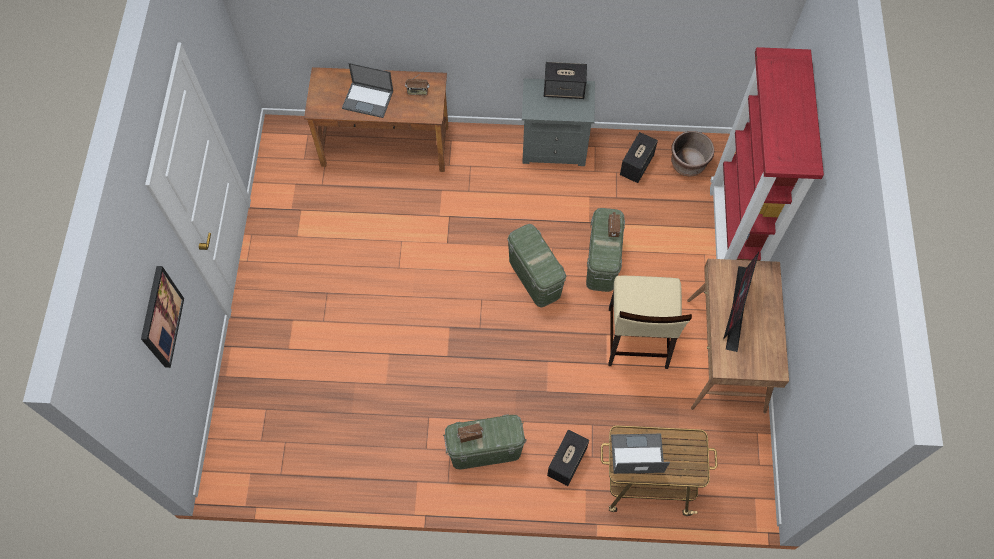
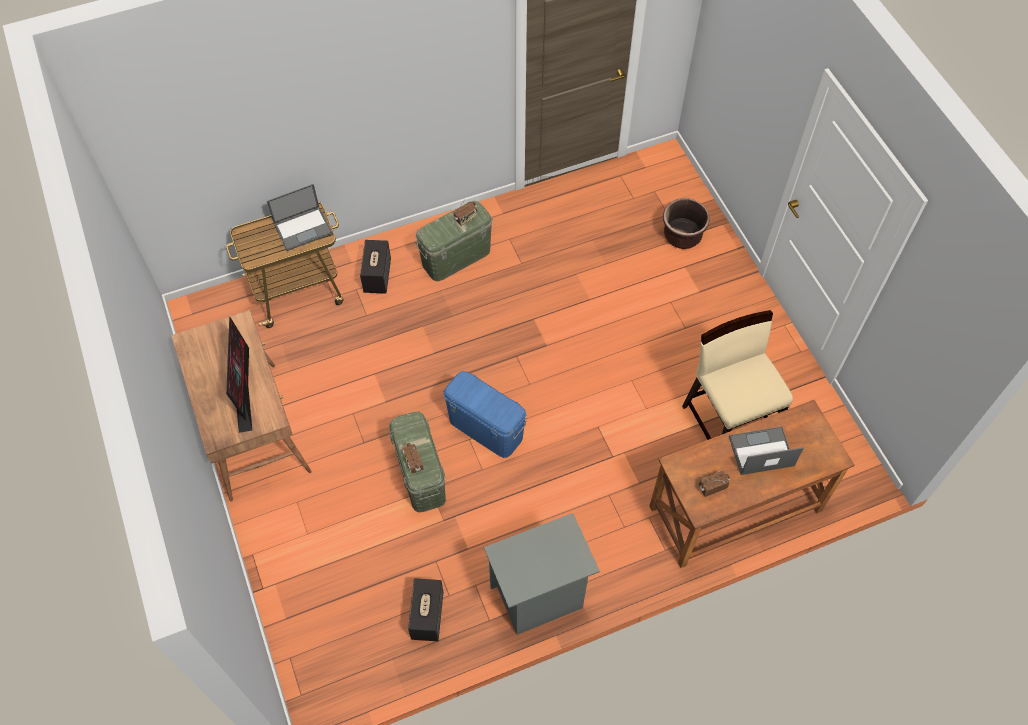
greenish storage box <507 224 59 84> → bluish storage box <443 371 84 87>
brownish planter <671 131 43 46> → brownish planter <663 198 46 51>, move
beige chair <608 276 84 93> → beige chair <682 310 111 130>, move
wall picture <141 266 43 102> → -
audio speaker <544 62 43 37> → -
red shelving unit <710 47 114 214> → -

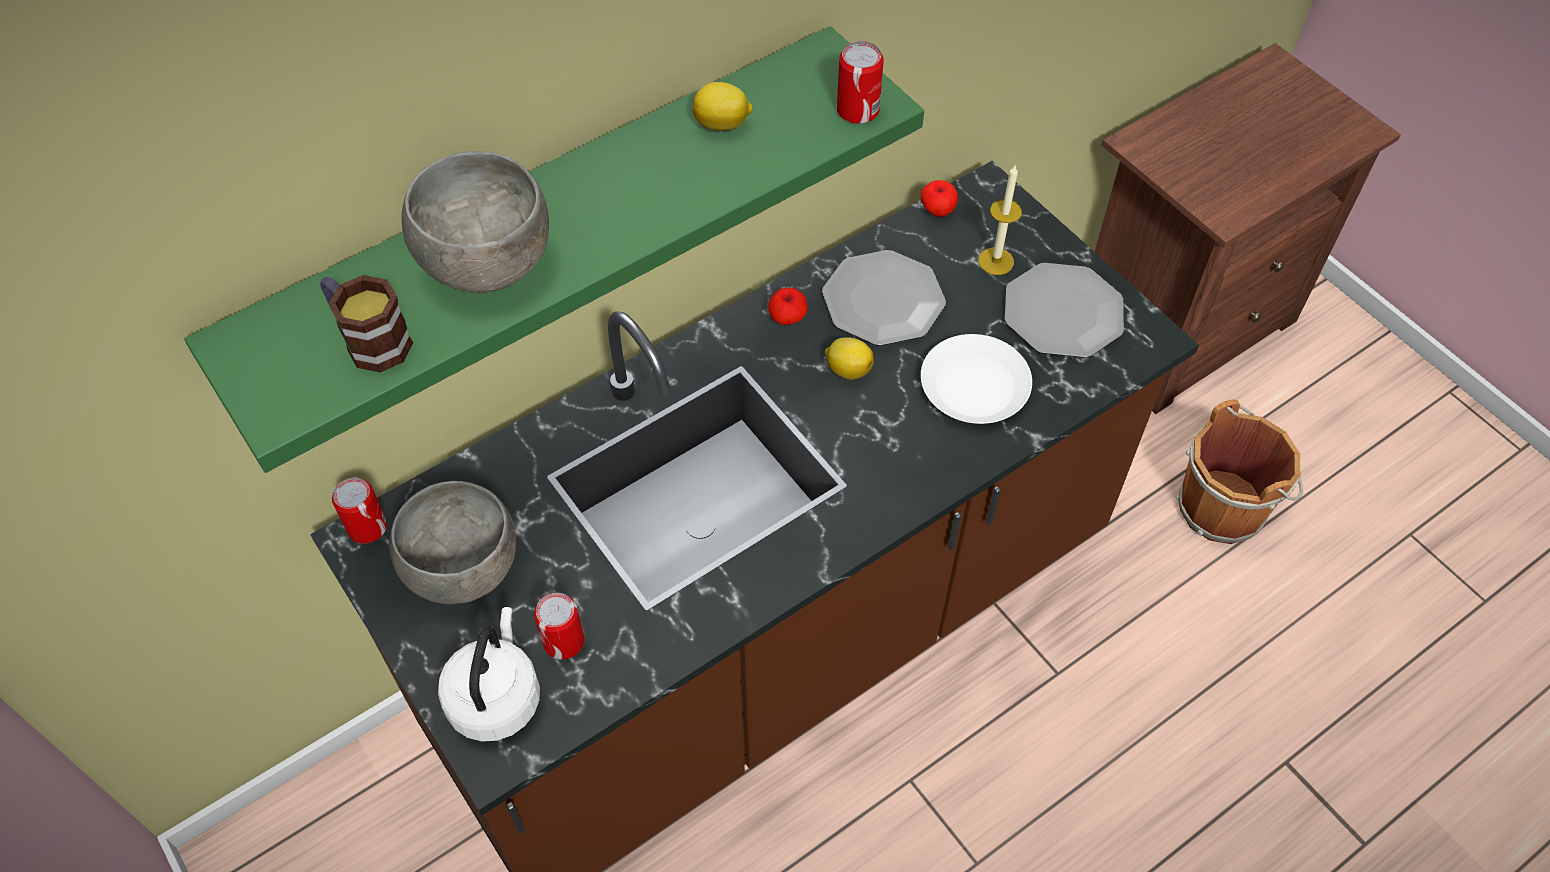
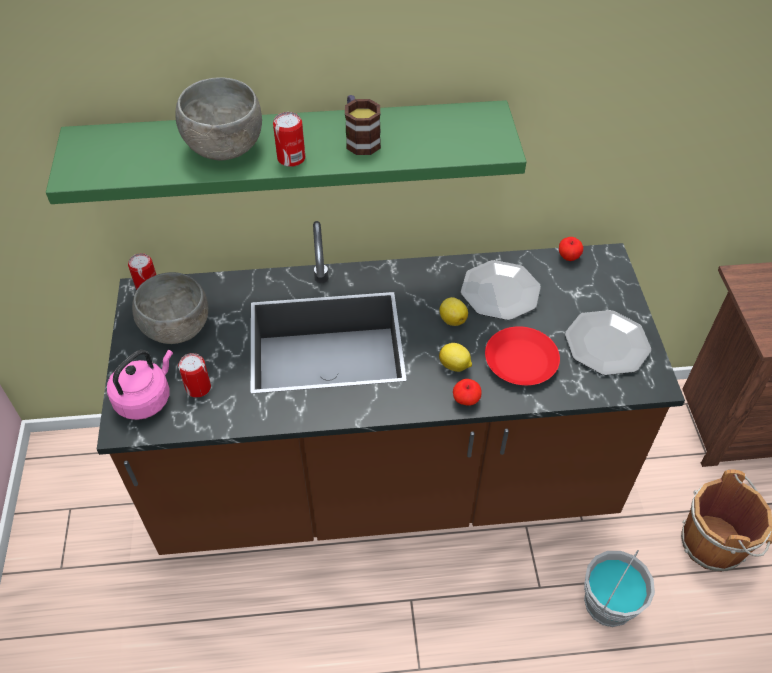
white-coloured tea kettle <438 607 102 135> → pink-coloured tea kettle <107 350 66 70>
sealed can <837 41 47 83> → sealed can <273 112 32 55>, move
mug <320 275 93 98> → mug <345 95 36 60>, move
citrus fruit <693 82 60 49> → citrus fruit <439 343 33 29>, move
whole apple <768 288 40 37> → whole apple <453 379 29 27>, move
white-coloured dinner plate <921 334 111 90> → red dinner plate <485 326 75 59>
- → grey pail <584 550 71 77>
wax light <978 165 44 110> → -

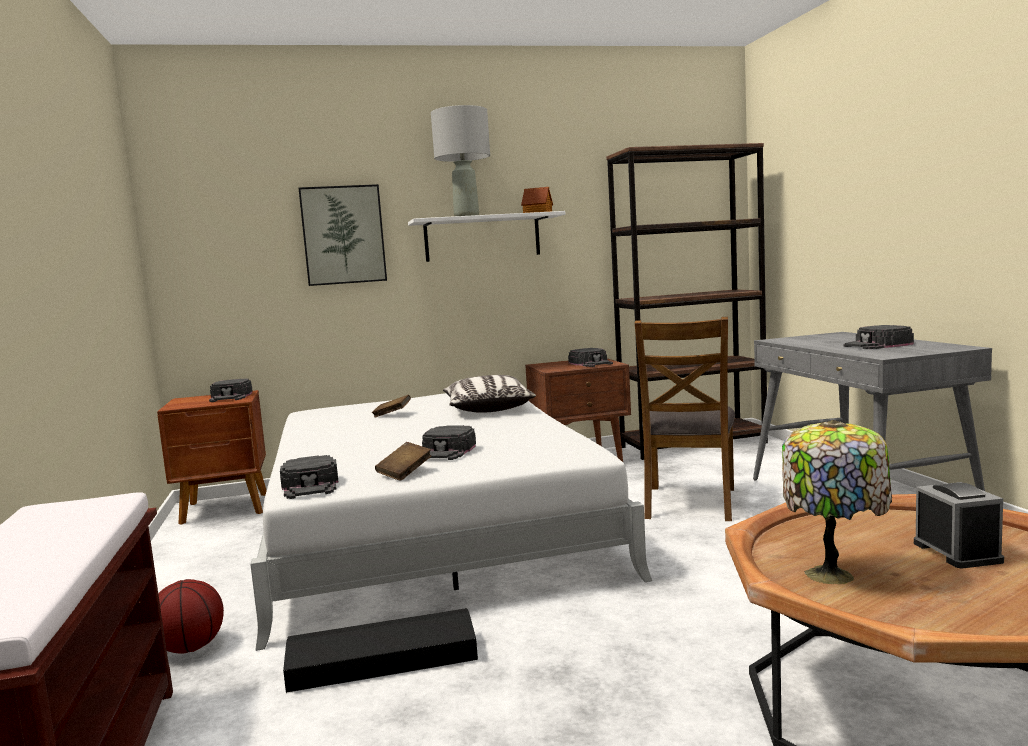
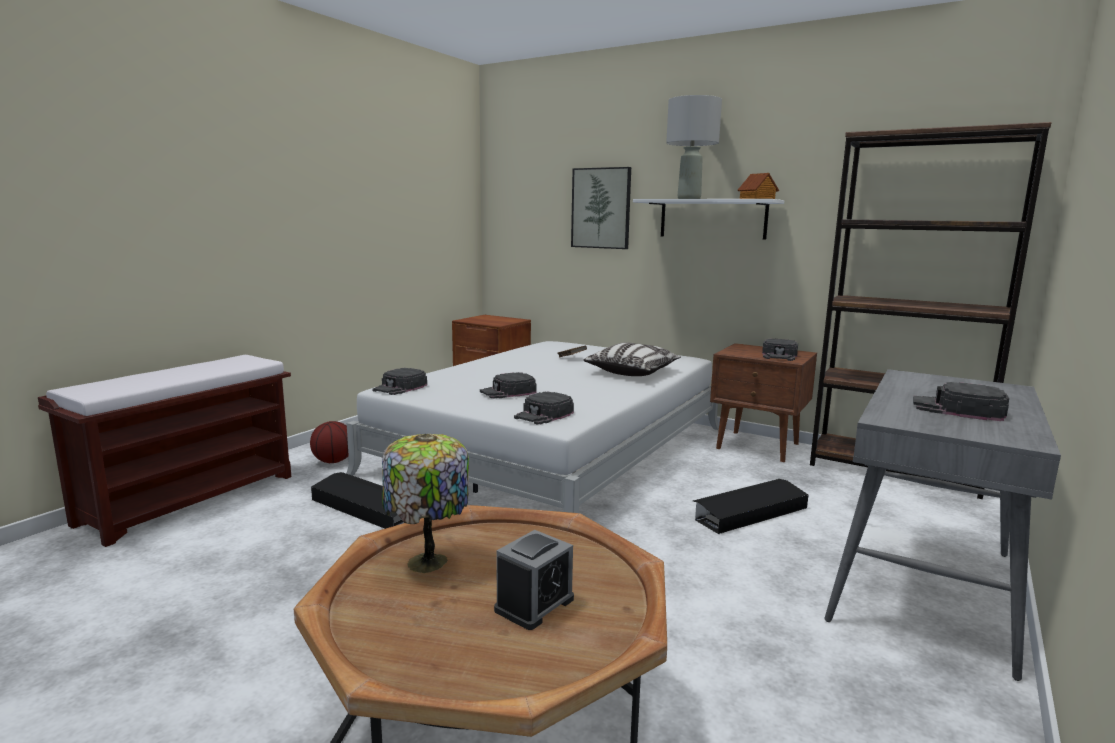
black peaked cap <209 378 43 24> → black peaked cap <514 391 60 34>, move
brownish chair <635 317 100 204> → black storage box <693 479 115 55>
brownish bound book <375 442 56 39> → -

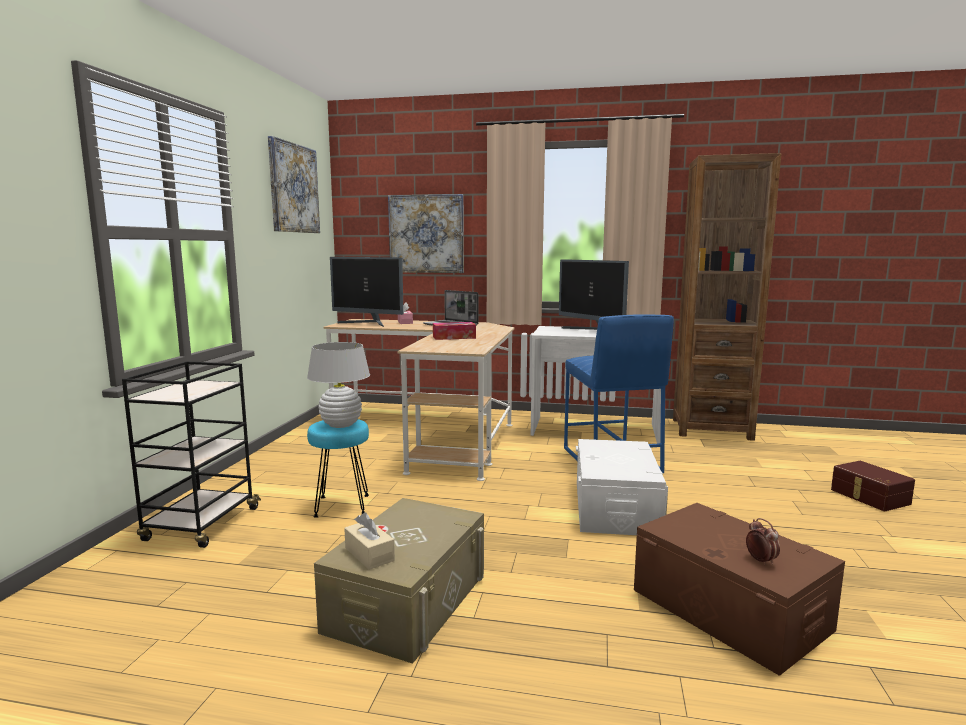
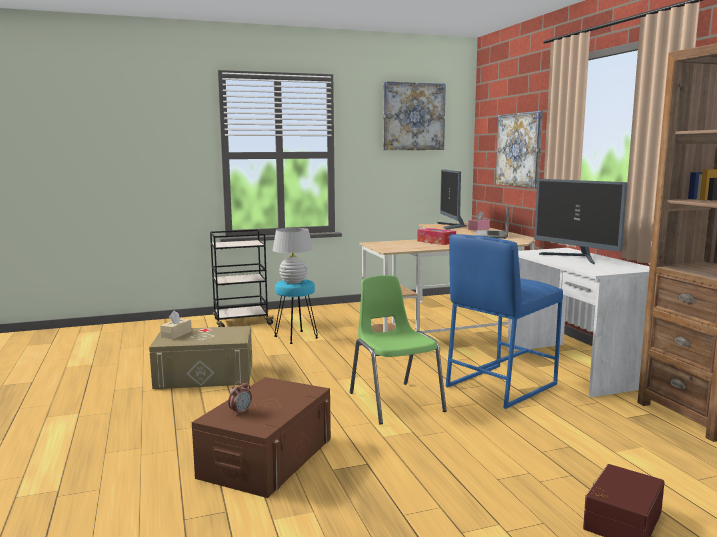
white-coloured storage box <576 439 92 96> → greenish chair <350 275 97 150>
computer display <559 259 70 71> → computer display <534 179 93 86>, 60 degrees counterclockwise

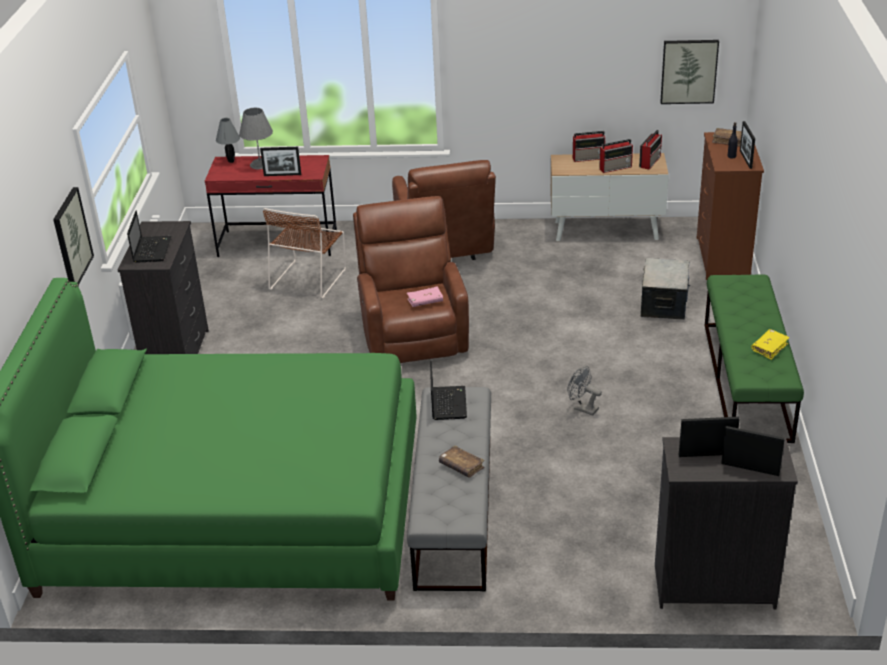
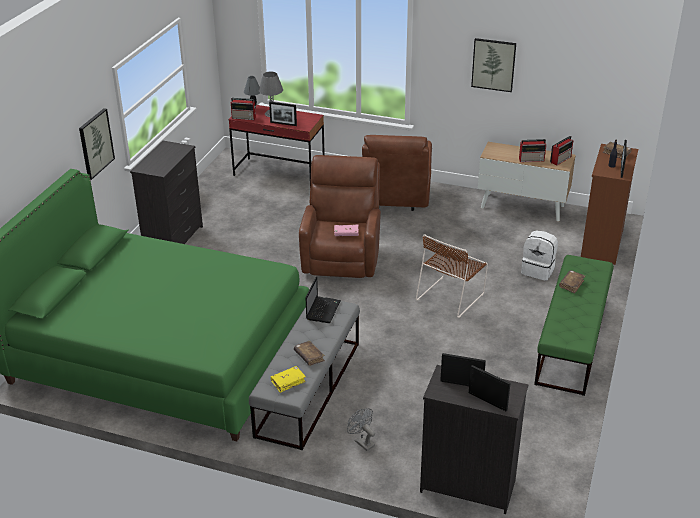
radio <573 131 33 31> → radio <231 98 25 22>, move
yellow bound book <752 329 37 31> → yellow bound book <271 366 35 27>, move
grey cooling fan <567 366 35 50> → grey cooling fan <347 408 28 43>, move
brownish chair <263 208 83 91> → brownish chair <416 234 72 84>, move
wall picture <660 40 59 64> → wall picture <471 38 45 54>, move
storage box <641 258 49 62> → white-coloured backpack <521 231 37 50>
- → brownish bound book <559 270 26 23>
laptop <127 210 44 53> → -

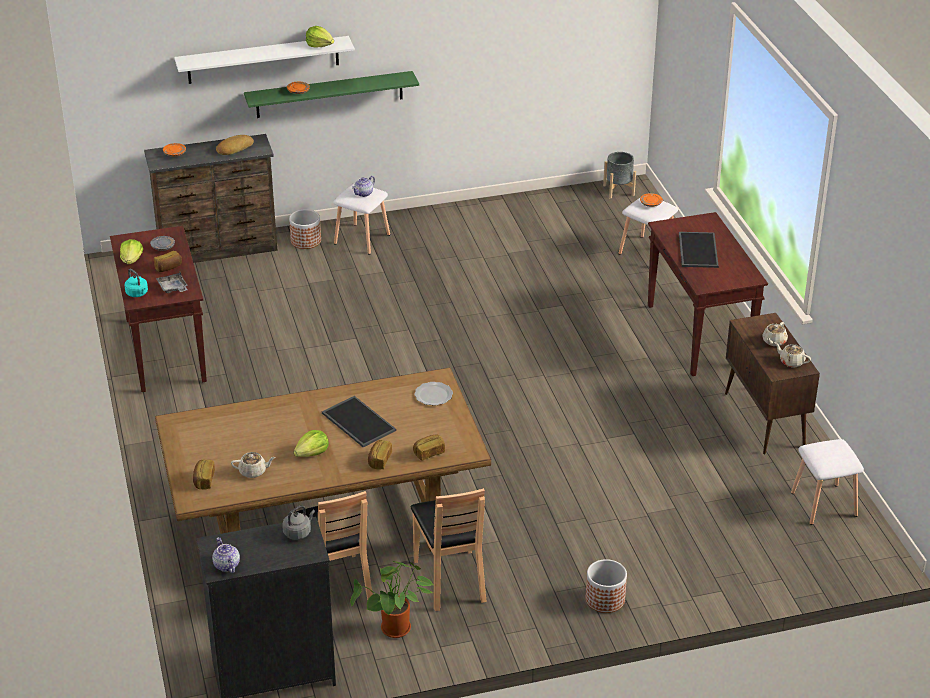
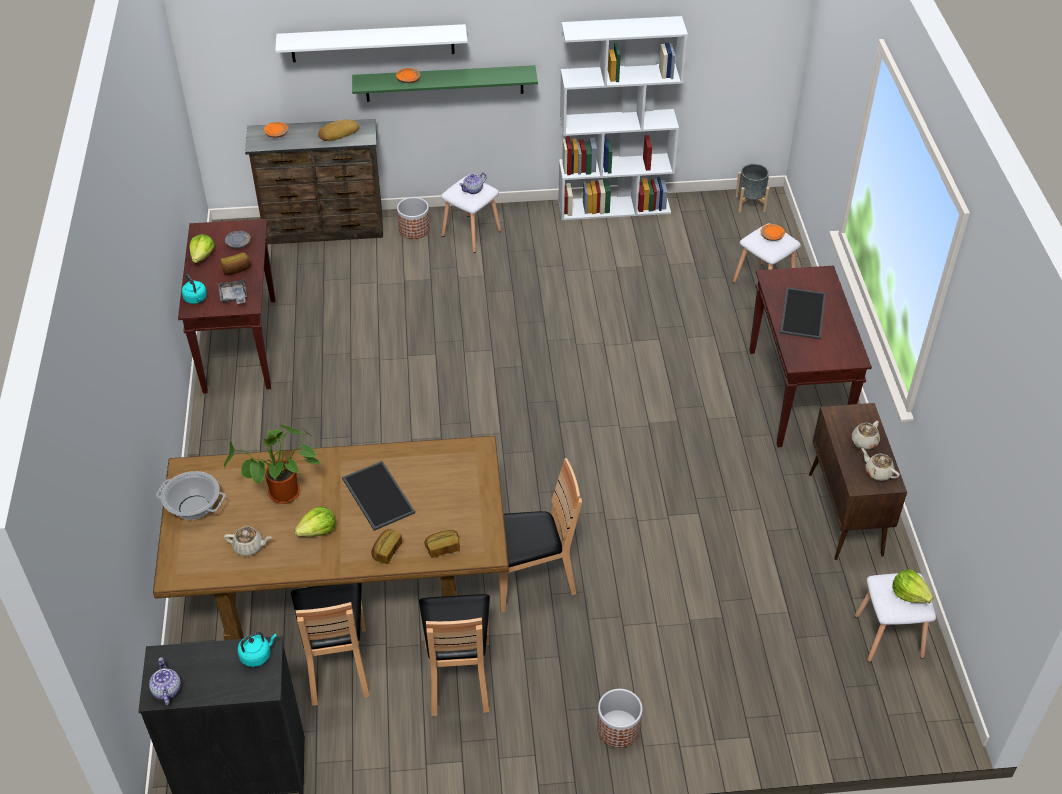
- → stockpot <156 471 69 49>
plant in a pot <350 561 83 77> → plant in a pot <224 425 97 79>, move
grey tea kettle <282 505 33 35> → blue-green tea kettle <238 632 39 35>
- → brownish chair <499 458 83 155>
- → white-coloured shelving unit <558 16 130 204>
head of lettuce <306 26 28 22> → head of lettuce <892 570 41 33>, move
baked bread <193 459 22 31> → -
dinner plate <414 382 39 24> → -

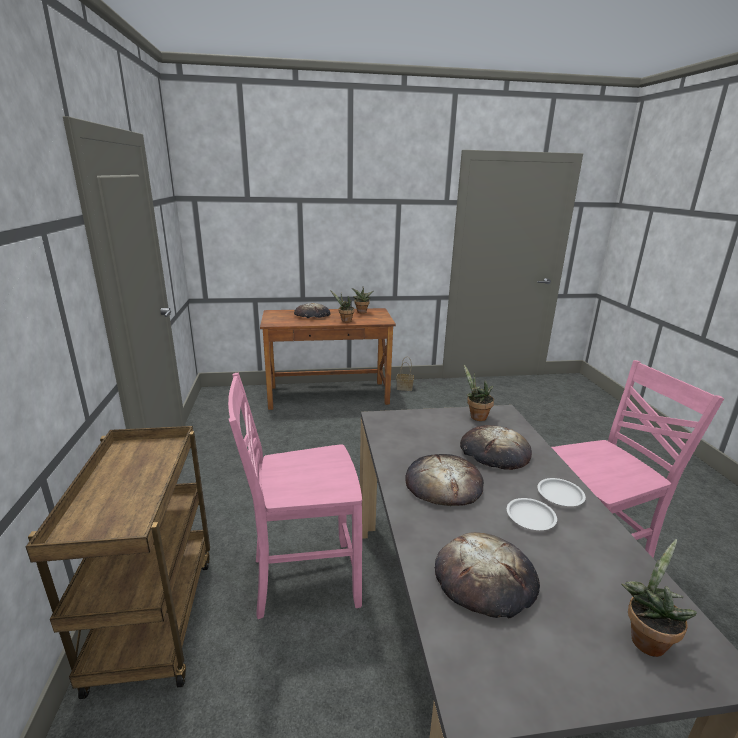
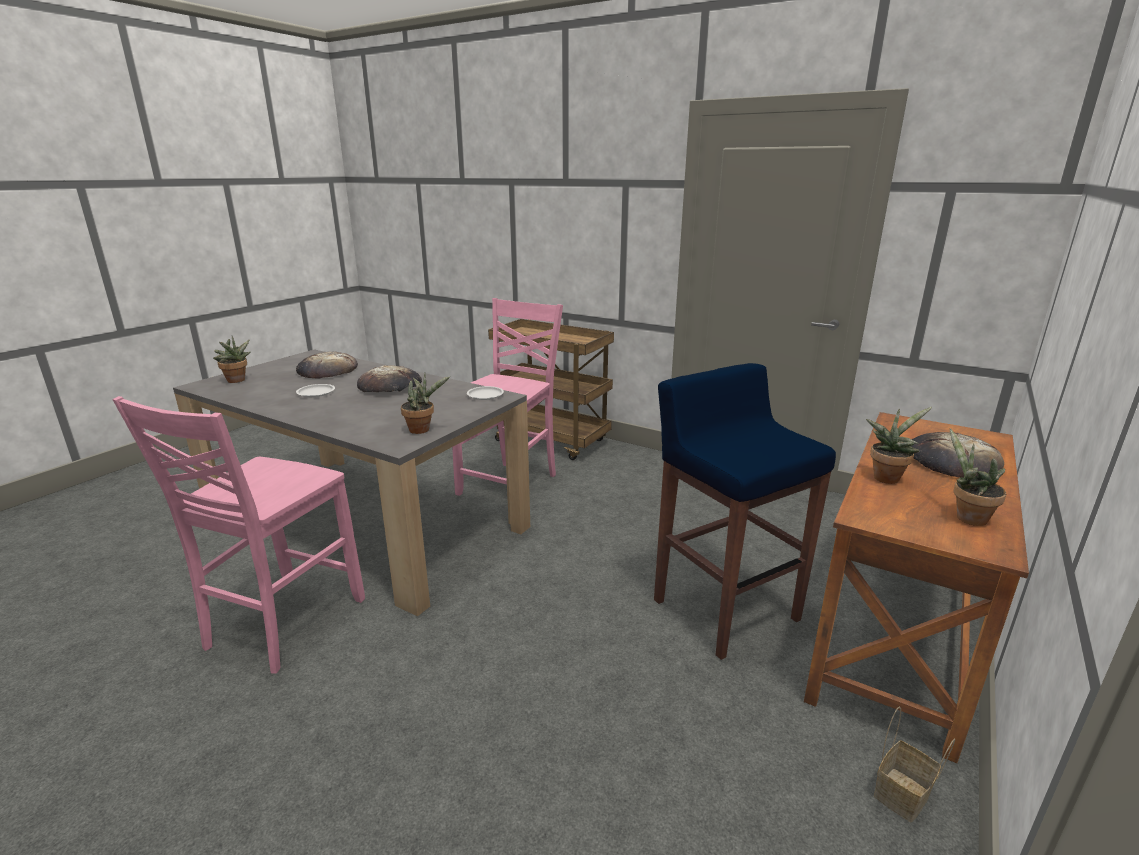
white-coloured dinner plate <538 478 48 28> → white-coloured dinner plate <467 386 37 14>, move
- → bluish stool seat <654 363 182 297>
baked bread <460 425 72 45> → -

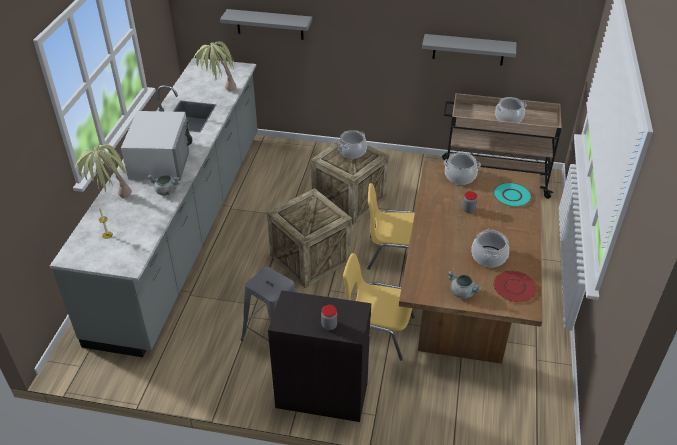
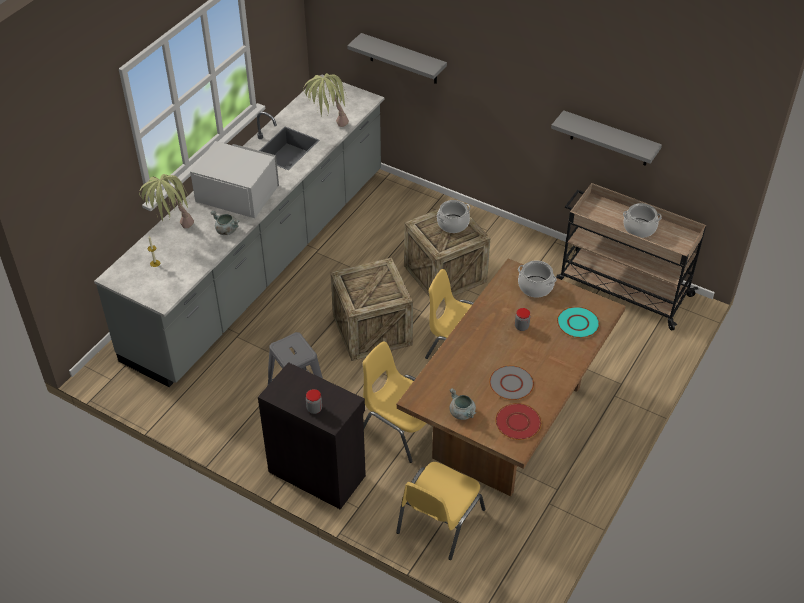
white-coloured microwave <121 111 72 69> → white-coloured microwave <190 141 89 77>, 90 degrees counterclockwise
- → yellow chair <396 462 89 98>
stockpot <471 229 38 38> → grey dinner plate <489 365 45 35>

